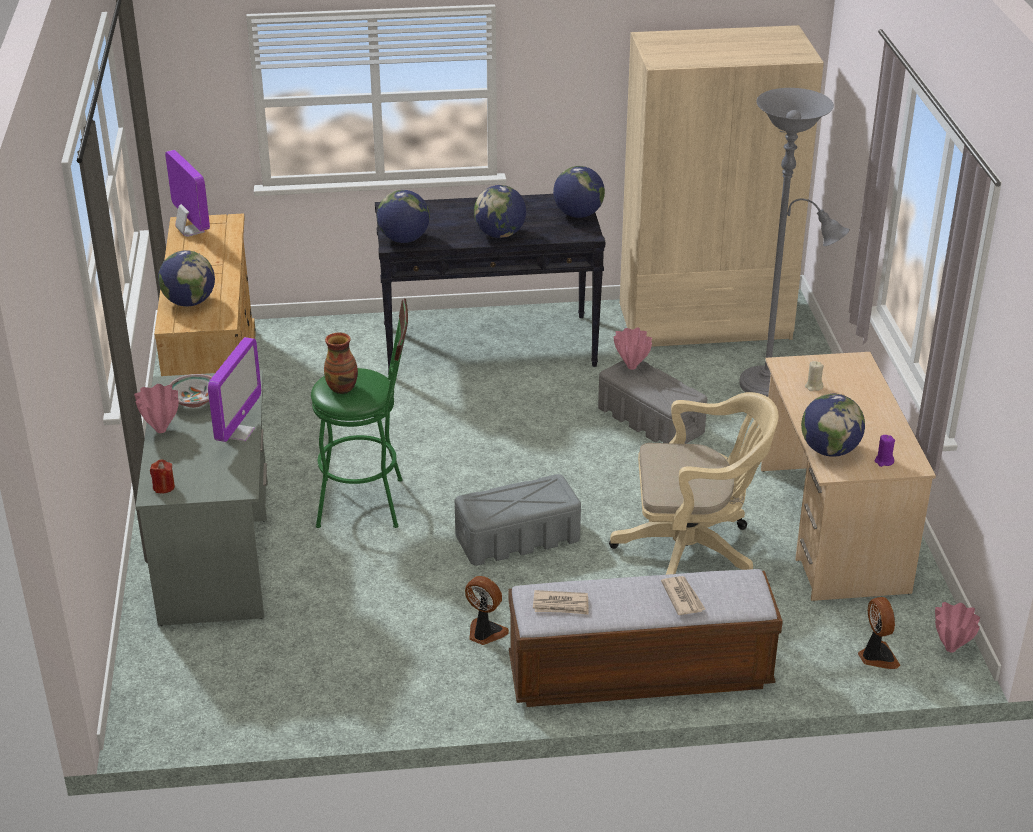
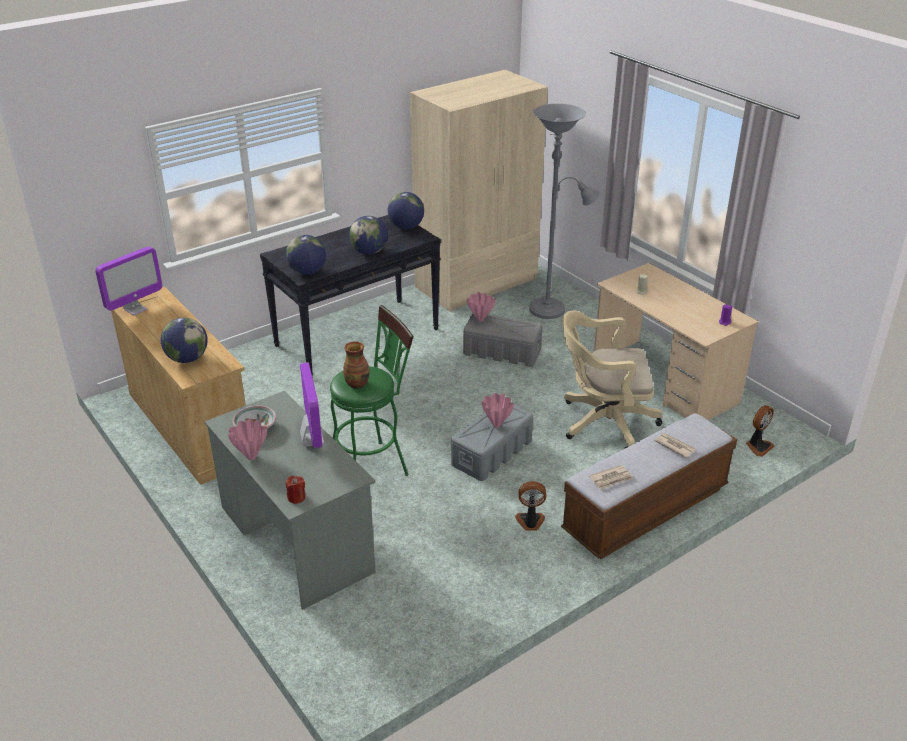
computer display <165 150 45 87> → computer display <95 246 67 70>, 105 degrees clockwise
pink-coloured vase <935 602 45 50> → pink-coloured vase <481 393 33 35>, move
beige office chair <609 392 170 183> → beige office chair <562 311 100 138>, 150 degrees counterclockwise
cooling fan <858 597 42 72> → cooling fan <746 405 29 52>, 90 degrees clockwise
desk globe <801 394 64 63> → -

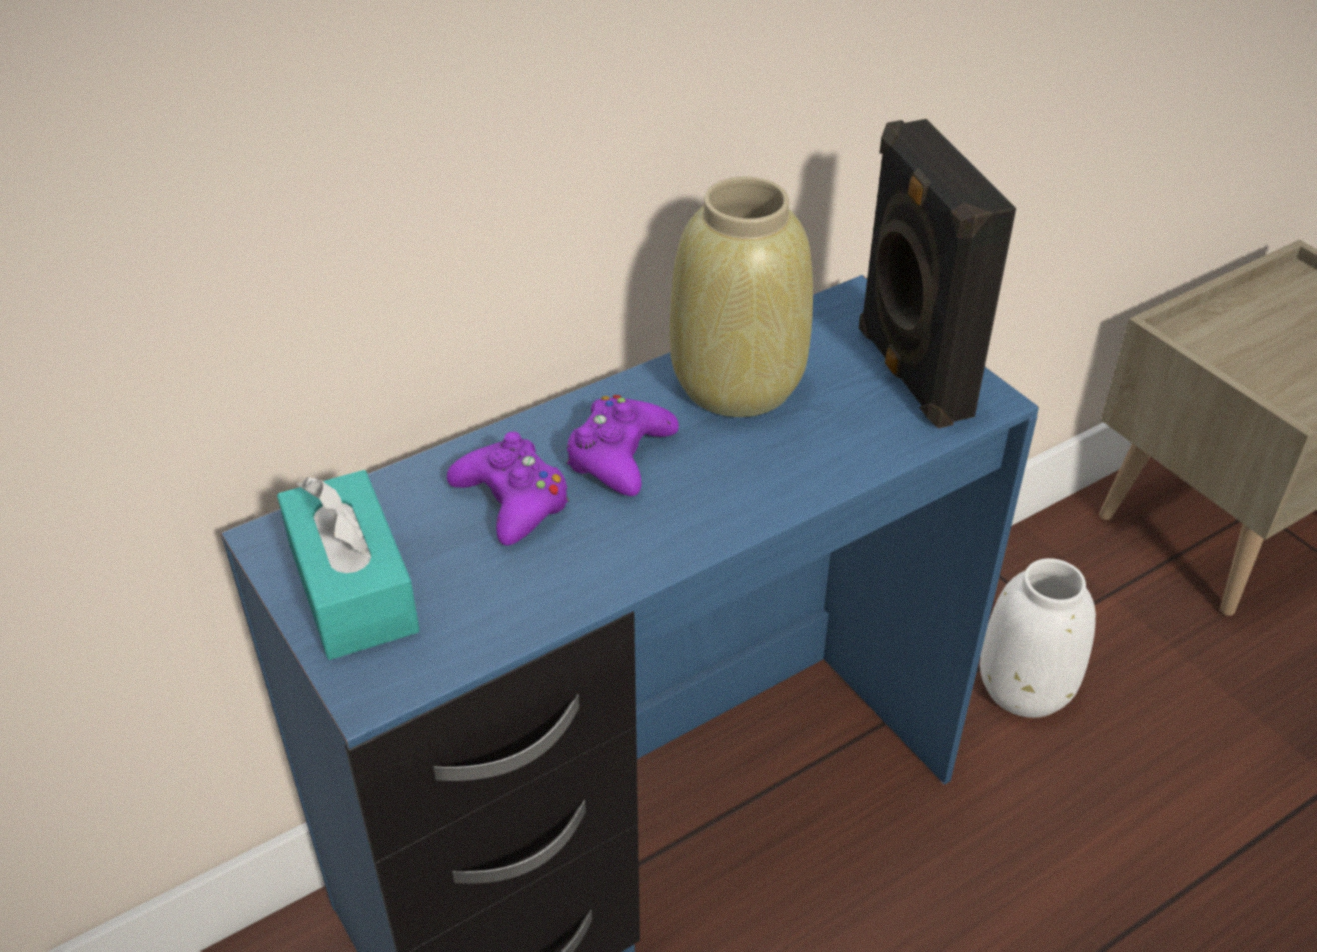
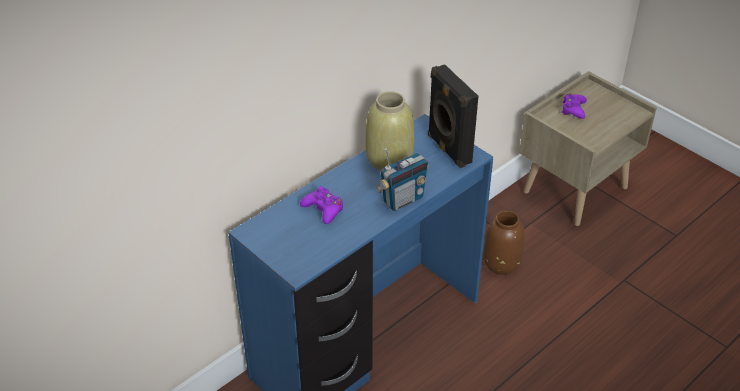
- → radio <376 148 53 63>
white-coloured vase <980 558 116 160> → brownish vase <483 211 42 64>
purple game controller <566 395 113 101> → purple game controller <561 93 26 26>, move
blue-green tissue box <277 470 143 190> → -

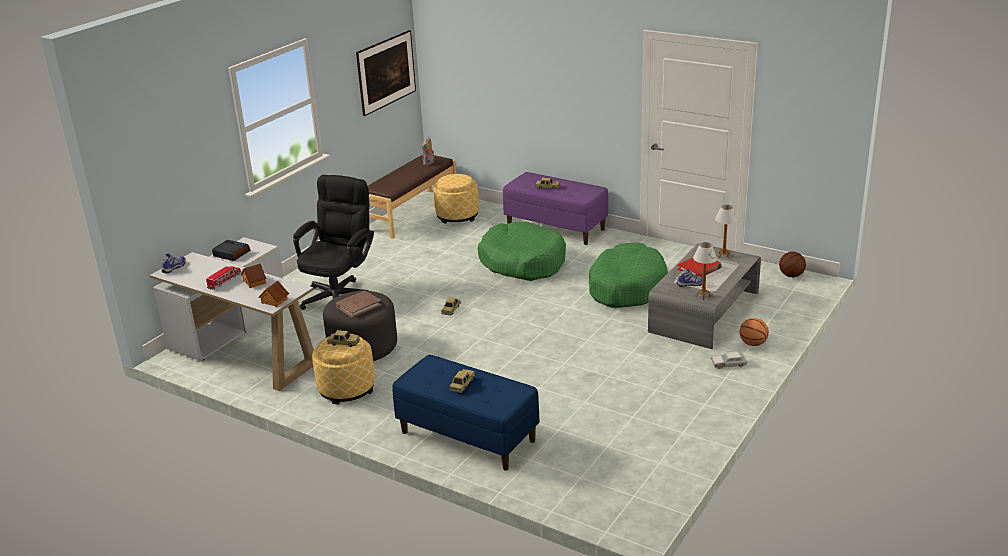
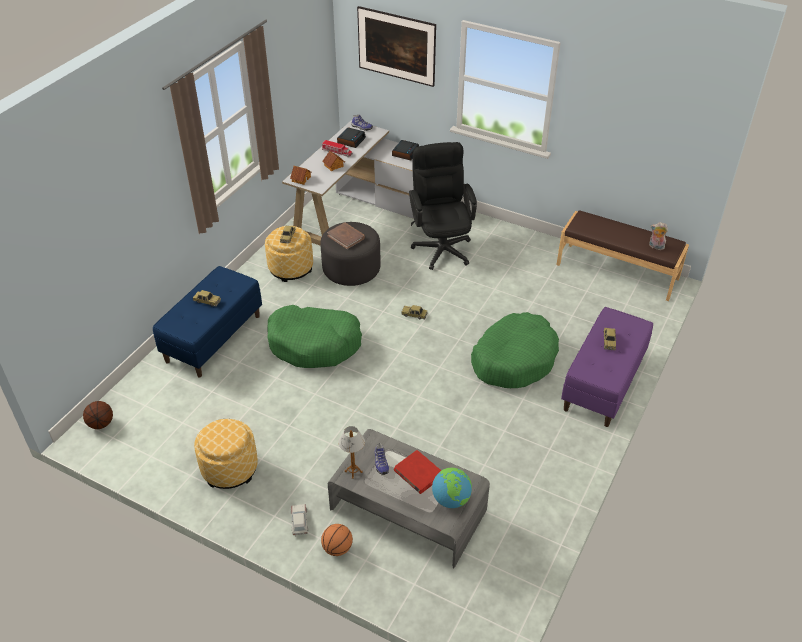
ball for basketball <779 252 27 25> → ball for basketball <83 401 30 28>, move
pouffe <433 174 46 50> → pouffe <194 419 64 70>, move
greenish dog bed <589 242 79 66> → greenish dog bed <267 305 95 63>, move
- → table clock <337 127 29 21>
wall picture <356 30 60 86> → wall picture <357 6 79 81>, move
black office chair <293 175 81 135> → black office chair <409 142 68 128>, 120 degrees counterclockwise
lamp for a table <715 205 23 53> → desk globe <432 468 40 40>

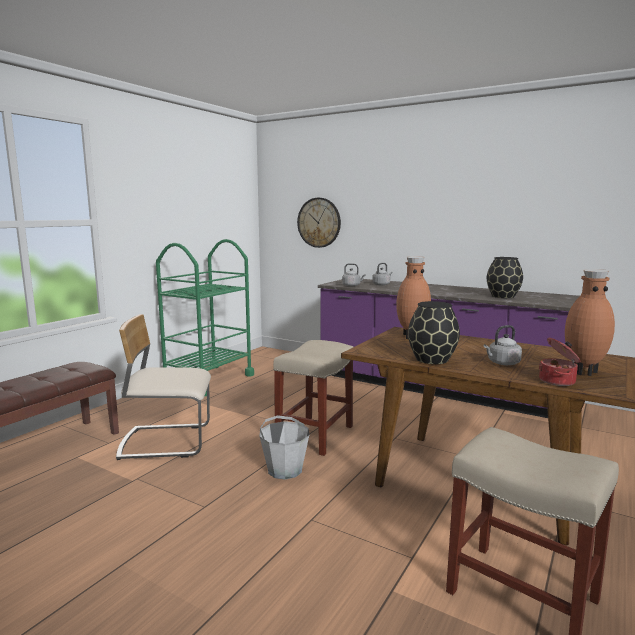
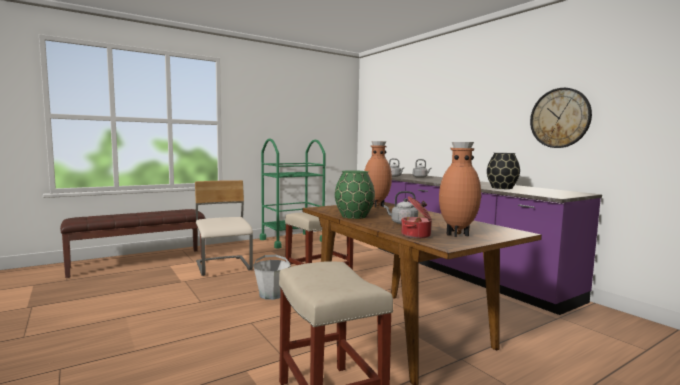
beige chair <116 314 95 146> → beige chair <195 180 58 96>, 45 degrees clockwise
black vase <408 301 52 63> → greenish vase <335 170 40 49>
wall clock <297 198 44 50> → wall clock <530 88 62 60>, move

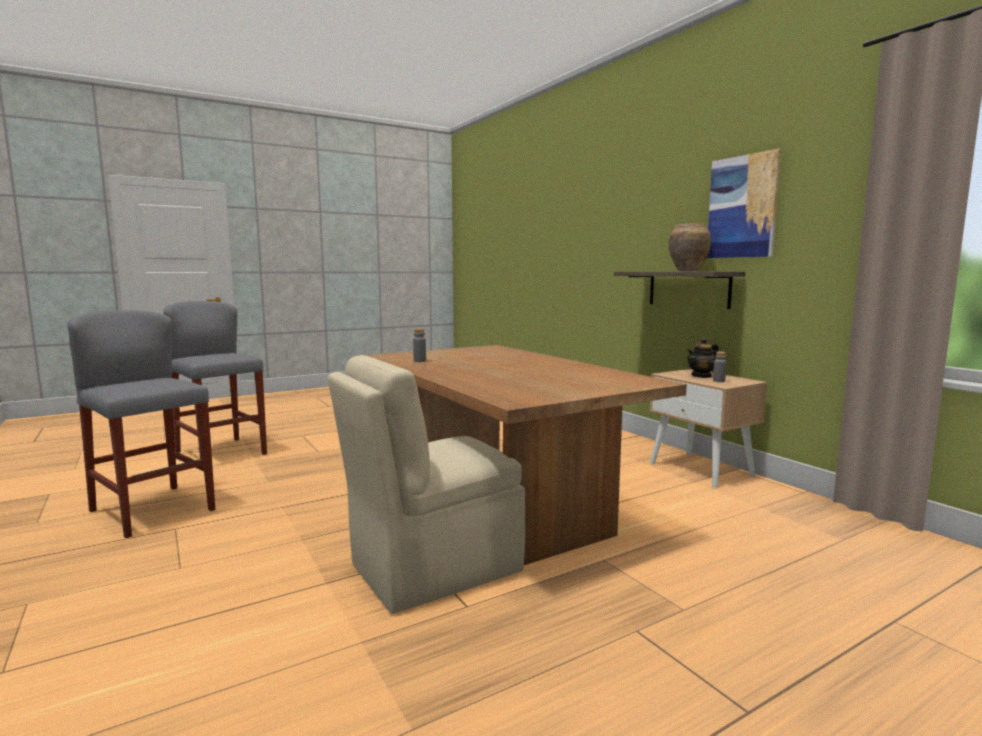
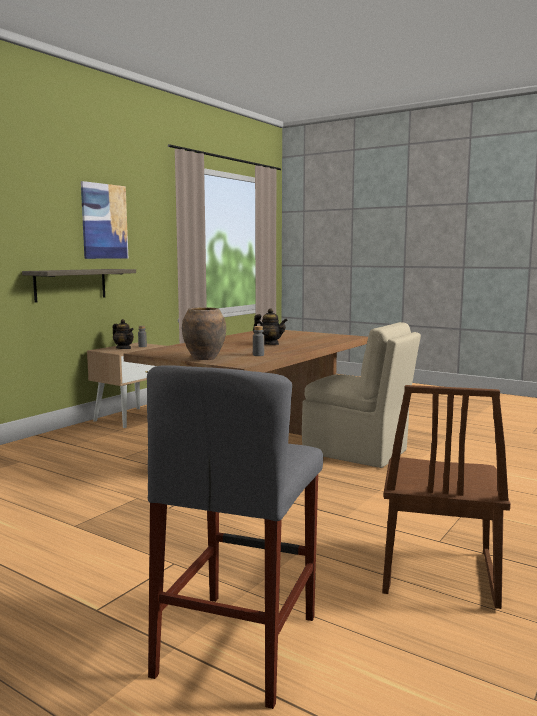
brownish vase <669 224 42 47> → brownish vase <182 307 44 53>, move
- → pot for tea <253 308 35 37>
grey stool seat <68 310 147 228> → brownish chair <382 385 129 224>

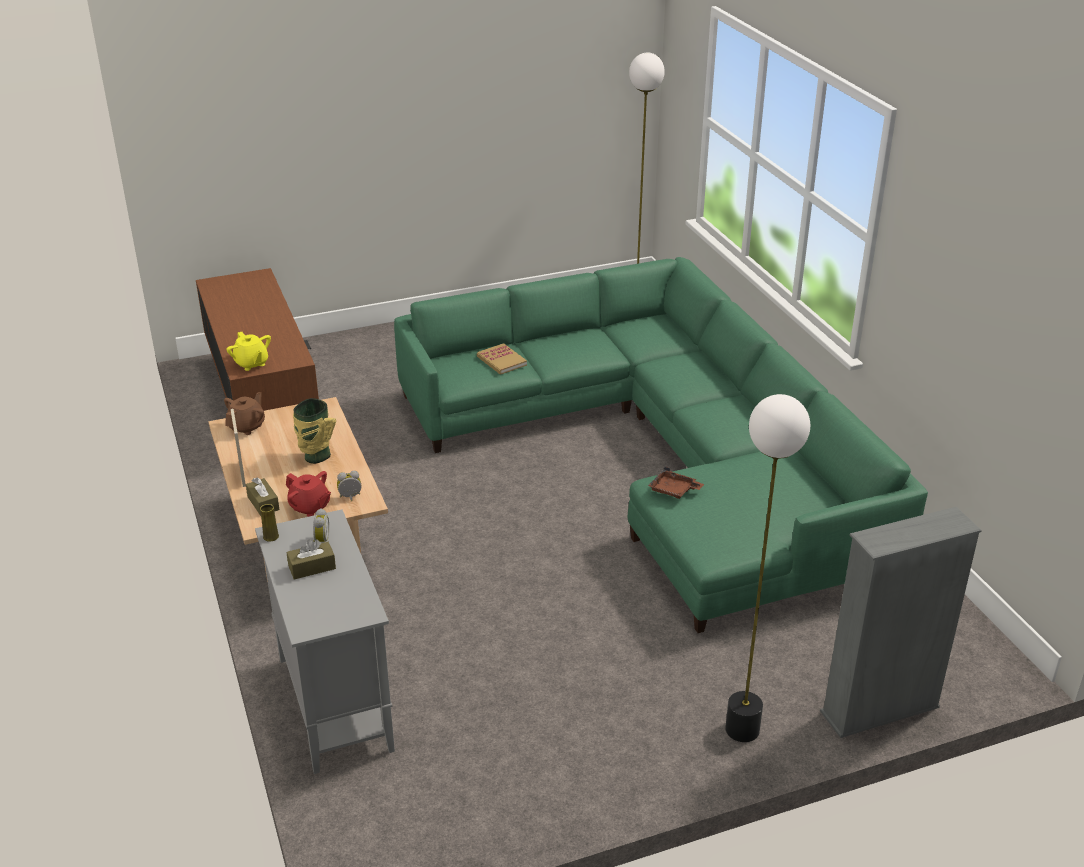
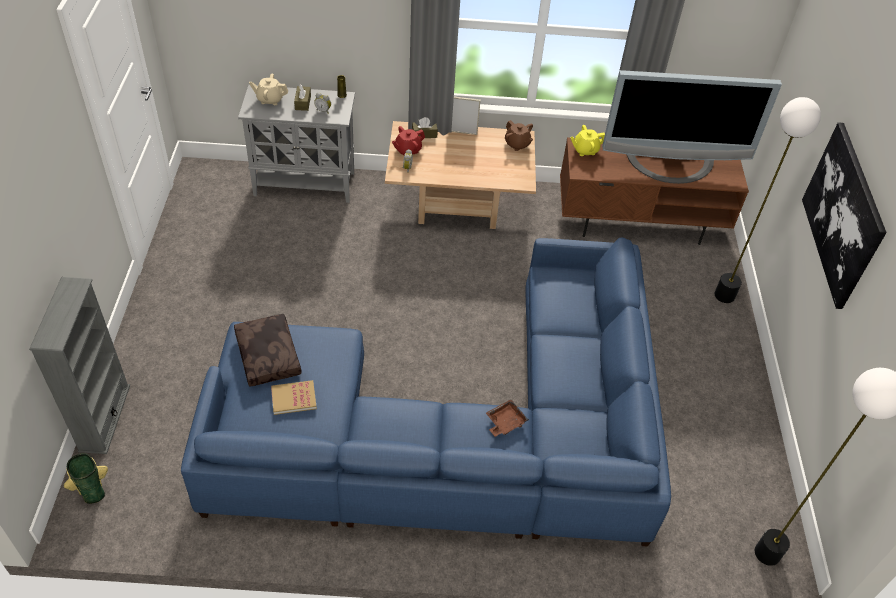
vase <293 398 43 66> → vase <64 453 44 51>, move
greenish sofa <394 257 534 376> → bluish sofa <181 237 490 309>
- → brownish throw pillow <234 314 68 73>
- → beige pot for tea <249 74 39 31>
bound book <477 343 50 32> → bound book <271 380 46 35>, move
brownish tray <648 466 56 33> → brownish tray <486 399 43 38>, move
- → TV <602 70 180 114>
standing lamp <725 394 85 348> → standing lamp <715 97 106 206>, move
- → wall picture <802 123 85 186>

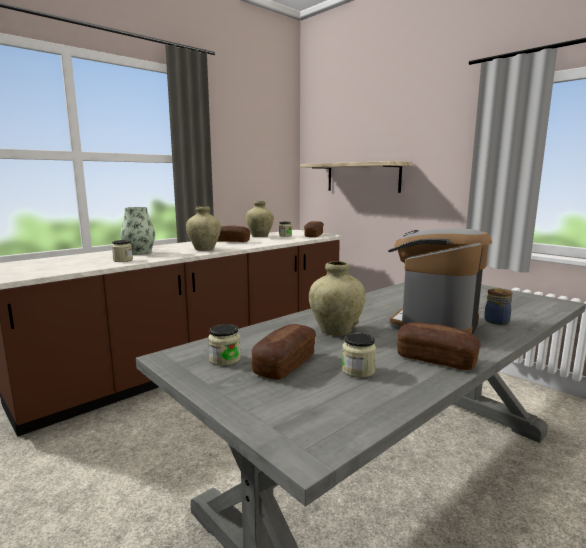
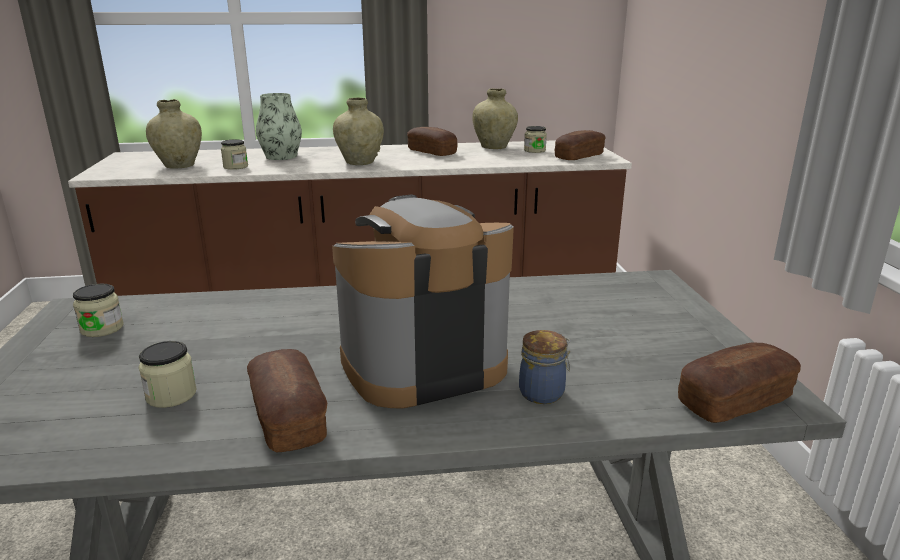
beige vase <309 261 57 75> → beige vase <146 99 56 70>, move
baked bread <252 324 64 56> → baked bread <678 342 123 81>, move
bracket shelf <301 161 111 32> → -

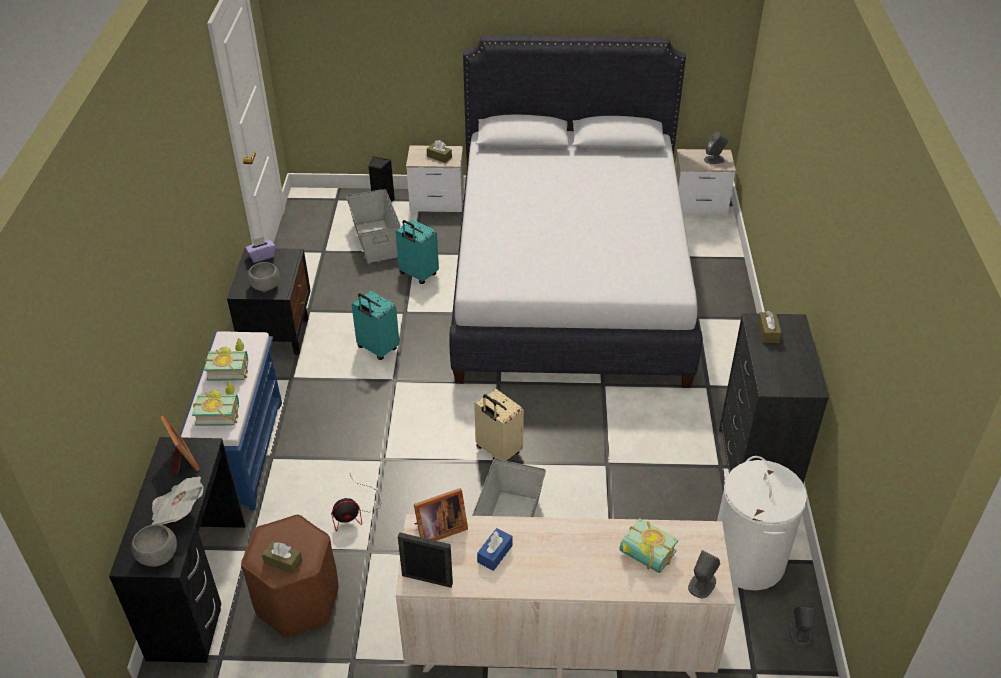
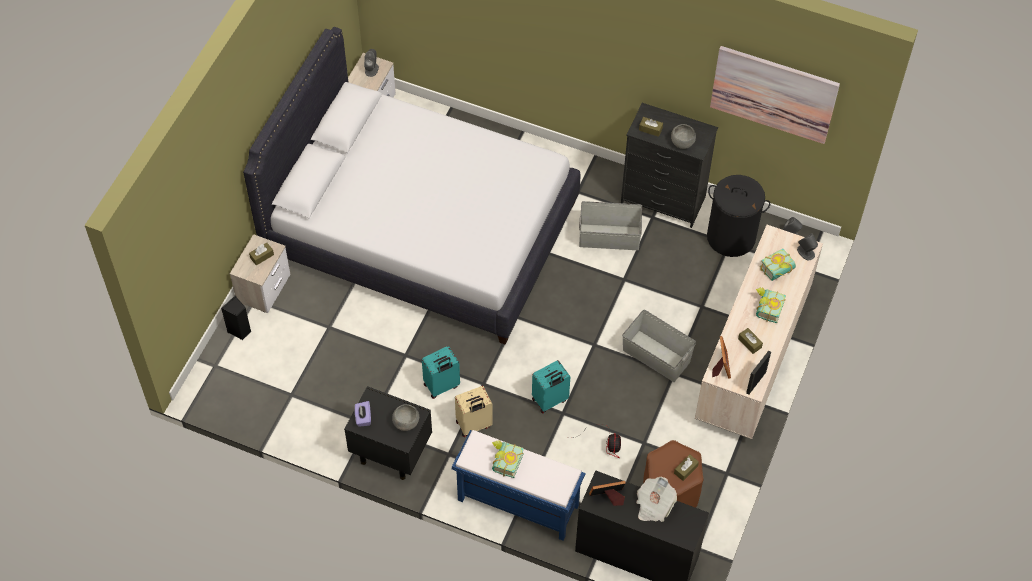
beige piece of luggage <474 389 50 72> → beige piece of luggage <455 386 38 51>, move
blue-green piece of luggage <396 220 43 64> → blue-green piece of luggage <532 360 38 54>, move
grey storage box <346 189 55 74> → grey storage box <579 201 63 49>, move
grey serving bowl <131 524 46 43> → grey serving bowl <671 124 25 25>, move
white-coloured laundry basket <717 456 90 134> → black laundry basket <707 175 63 82>
- → wall picture <710 46 130 98>
bluish tissue box <477 528 36 43> → brownish tissue box <738 328 25 26>
bound book <192 381 47 45> → bound book <756 287 30 36>, move

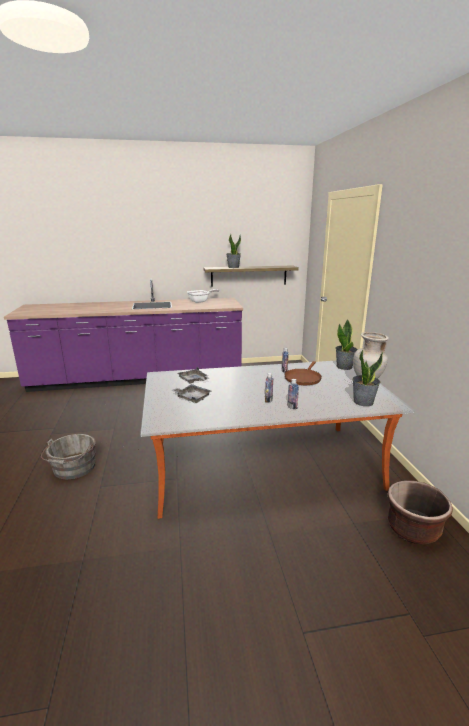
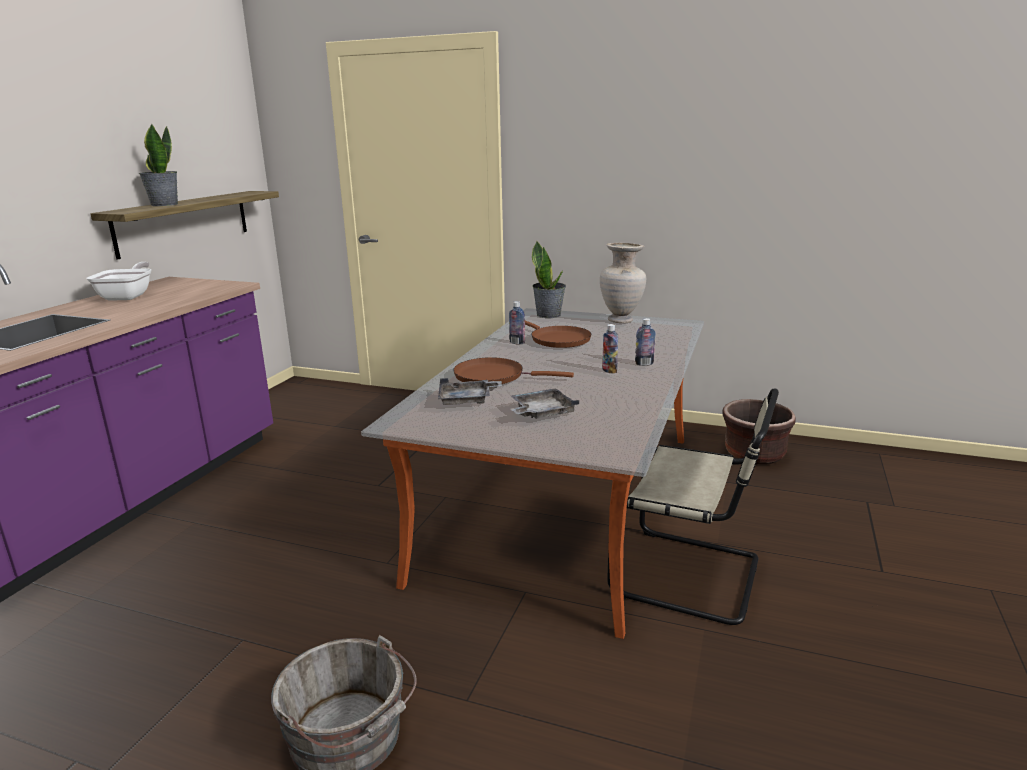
- → brownish skillet <453 357 121 27>
- → beige chair <607 388 172 237>
plant in a pot <352 349 31 57> → -

